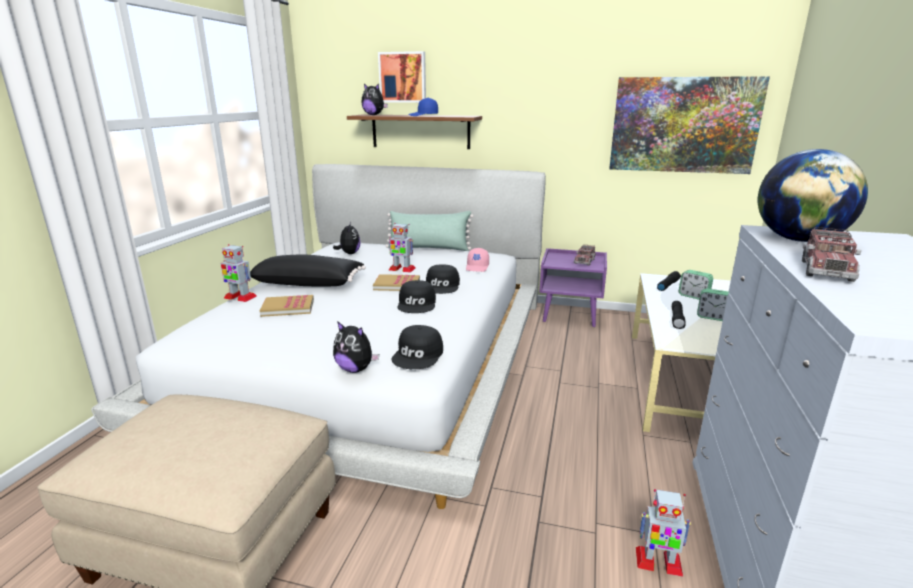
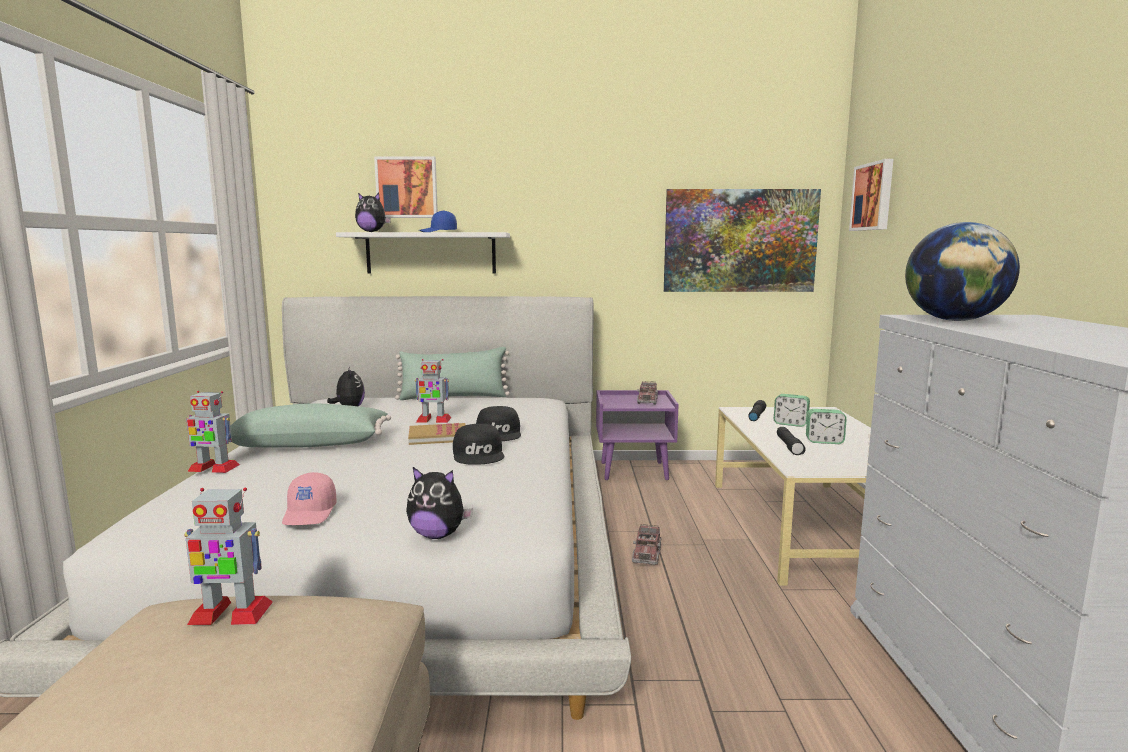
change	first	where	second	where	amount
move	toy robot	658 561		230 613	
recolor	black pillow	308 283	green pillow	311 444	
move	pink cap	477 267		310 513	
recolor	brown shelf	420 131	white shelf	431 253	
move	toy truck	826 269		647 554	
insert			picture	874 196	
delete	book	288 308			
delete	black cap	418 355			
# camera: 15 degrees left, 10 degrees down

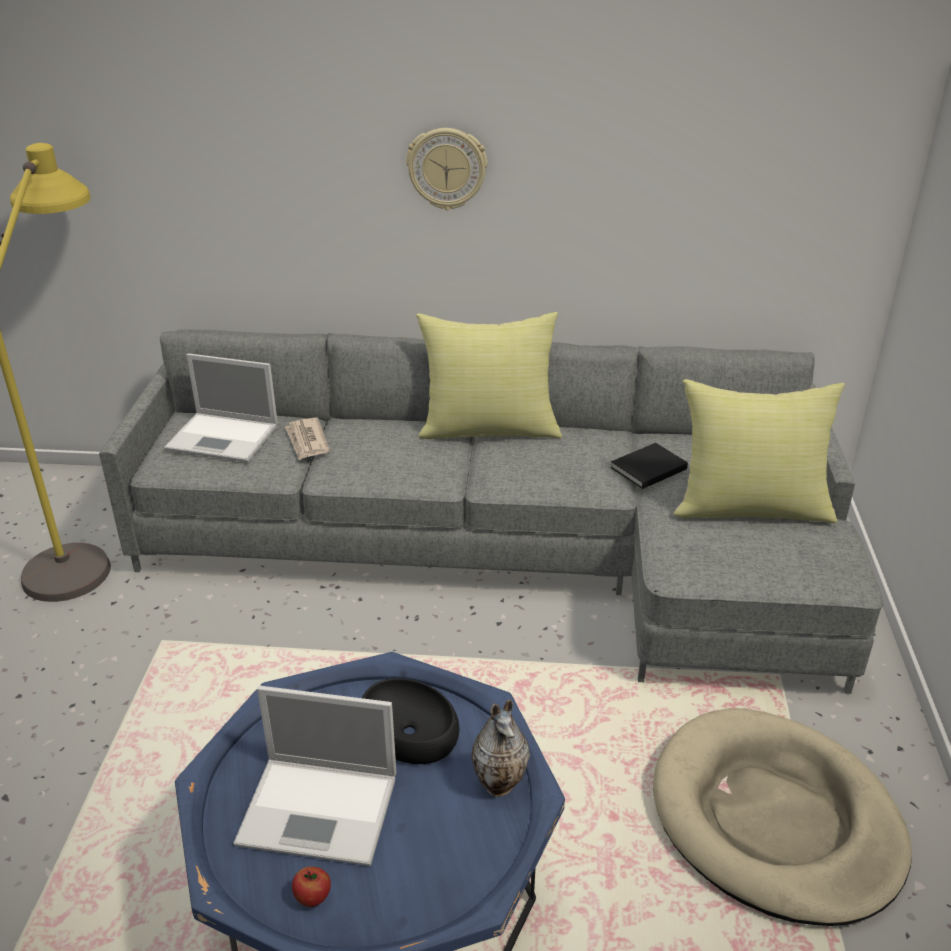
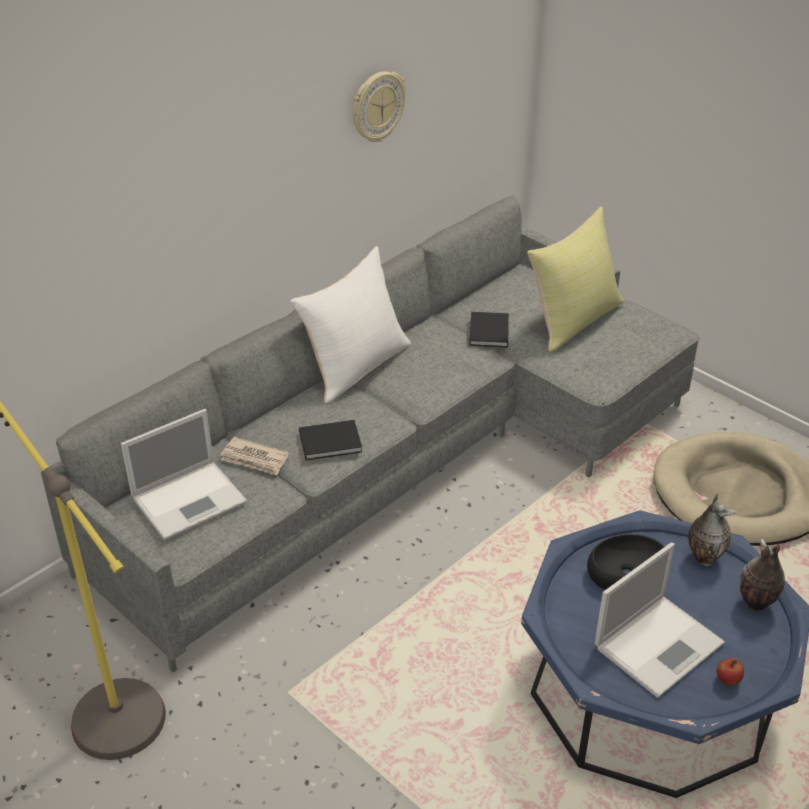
change	first	where	second	where	amount
recolor	yellow pillow	489 428	white pillow	356 367	
insert			black book	332 442	
move	wall clock	447 168		377 106	
insert			vase	754 604	
# camera: 50 degrees left, 5 degrees up

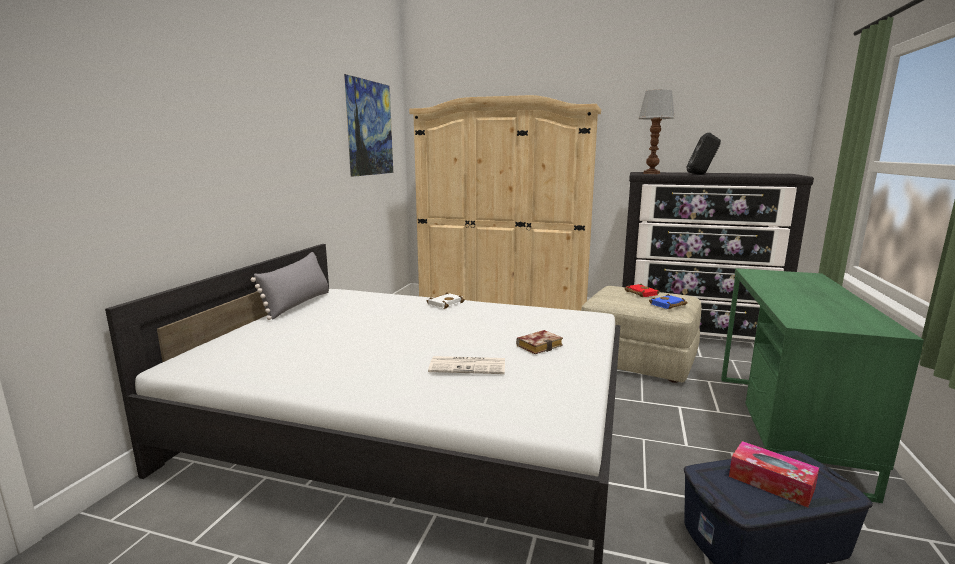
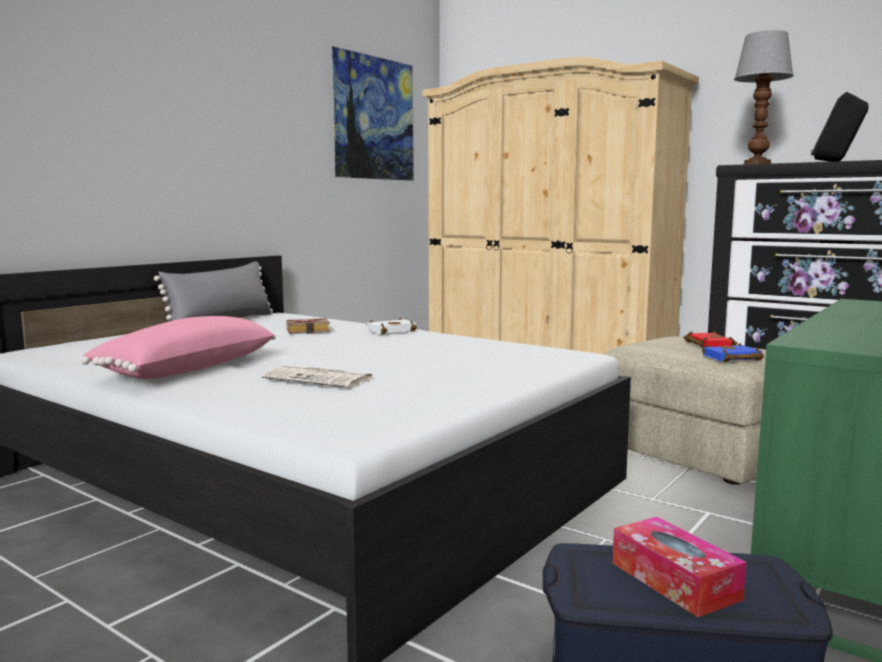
change	first	where	second	where	amount
insert			pink pillow	185 369	
move	book	539 345		309 330	
# camera: 20 degrees right, 5 degrees down

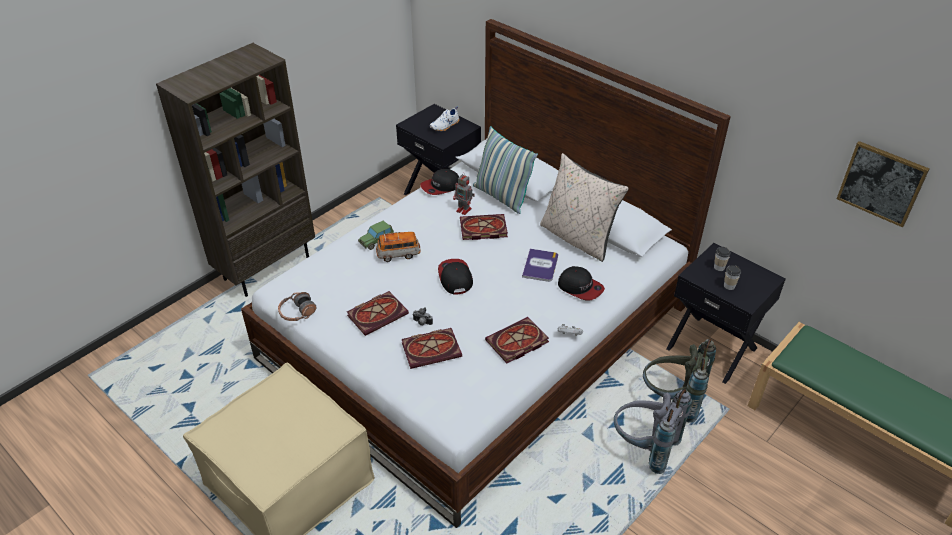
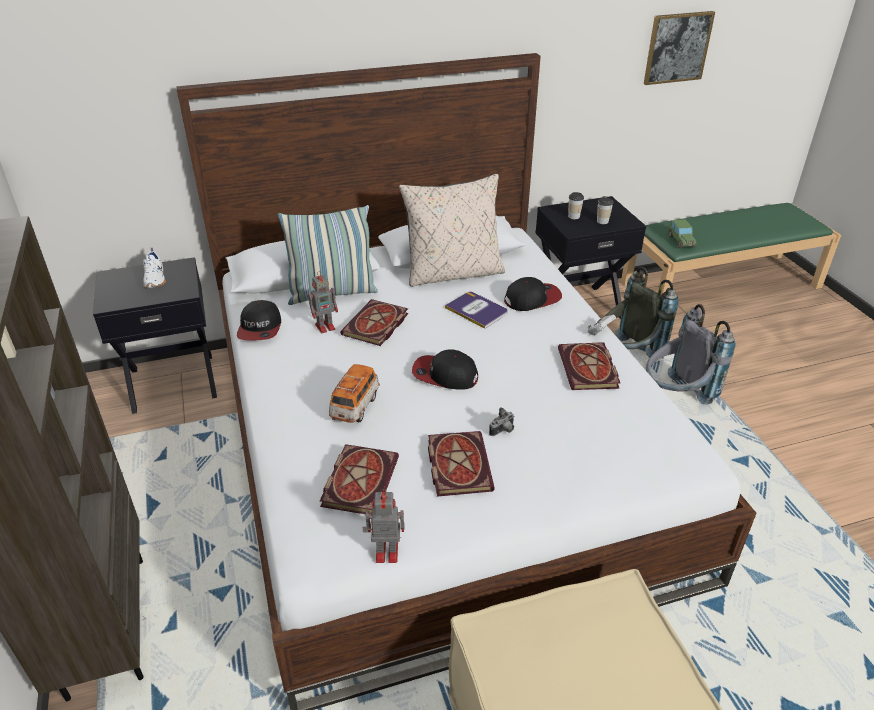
change	first	where	second	where	amount
move	book	432 349		359 480	
replace	headphones	297 312	toy robot	385 552	
move	toy car	377 241		680 241	
# camera: 60 degrees left, 5 degrees down

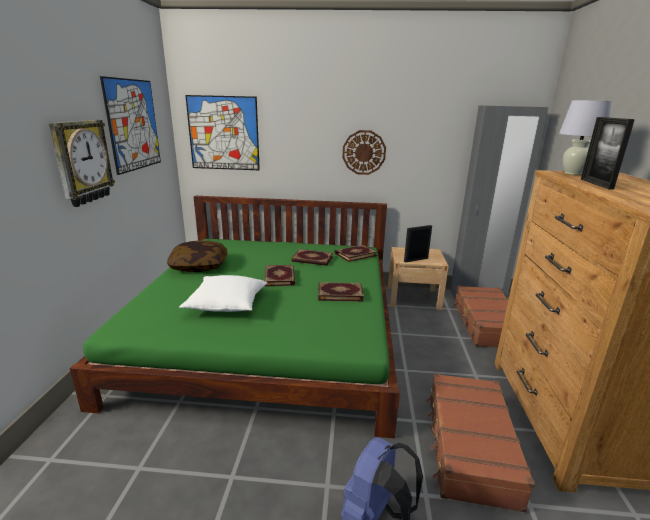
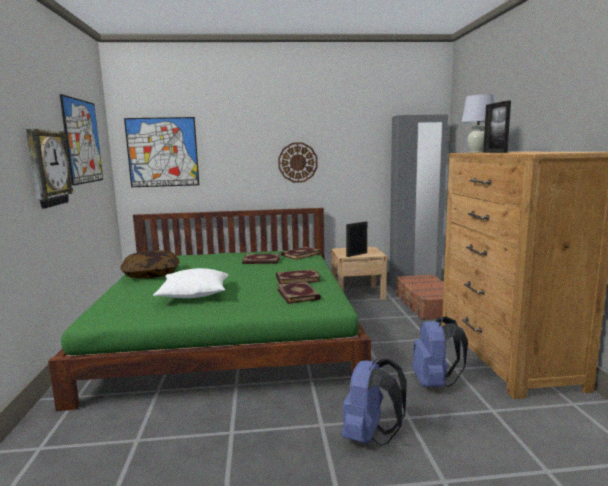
change	first	where	second	where	amount
move	book	280 277		298 294	
replace	brown suitcase	469 446	blue backpack	435 383	
# camera: 10 degrees left, 10 degrees down

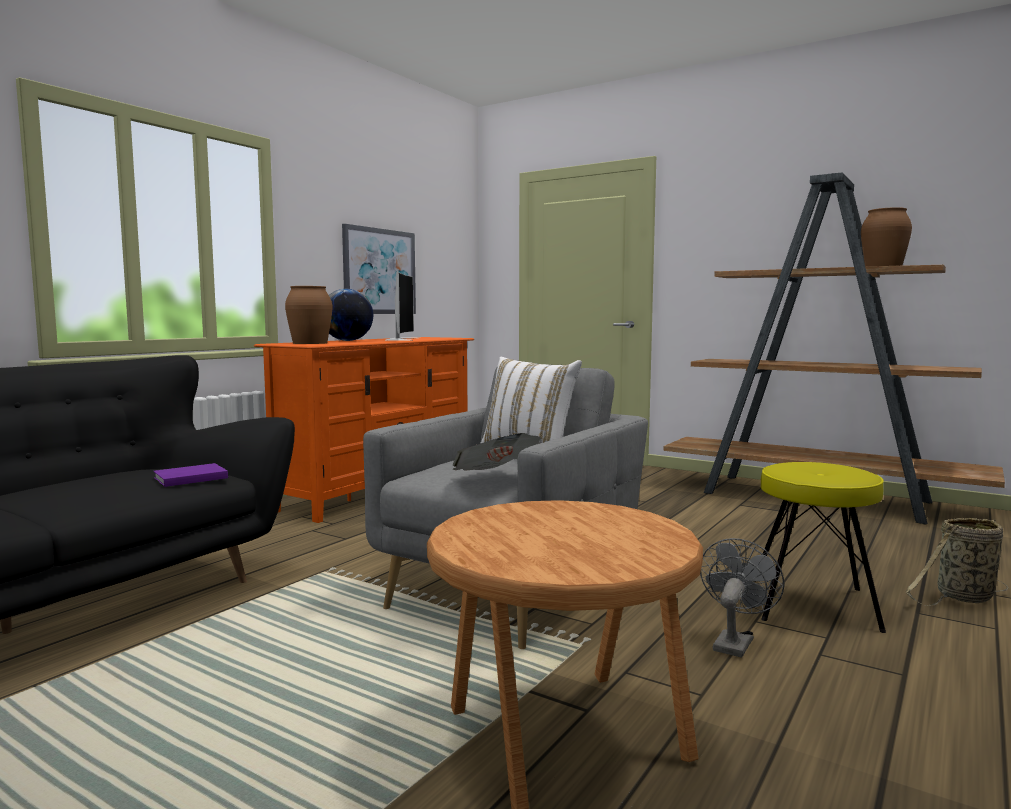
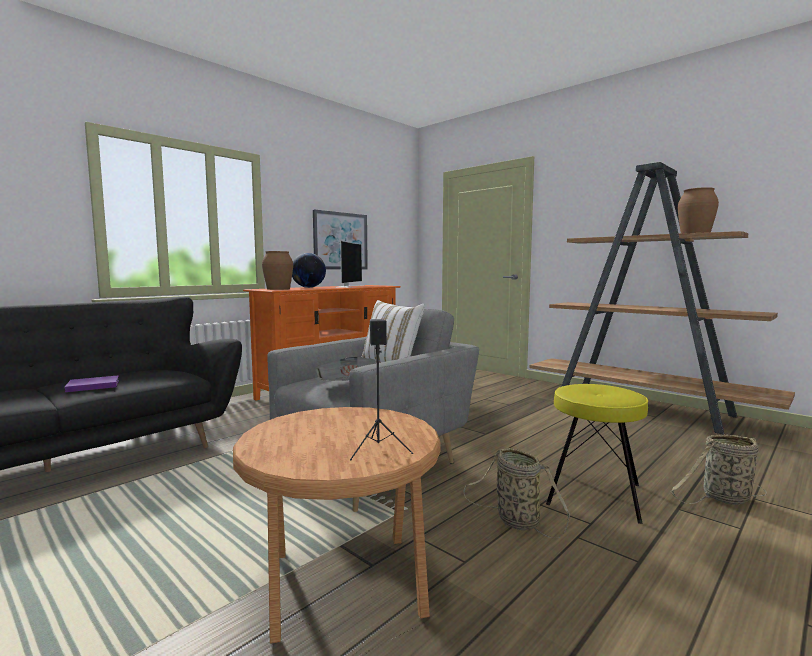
change	first	where	second	where	amount
move	purple book	188 478		92 386	
insert			black speaker	379 449	
replace	grey fan	734 642	basket	514 520	
# camera: 10 degrees right, 0 degrees up

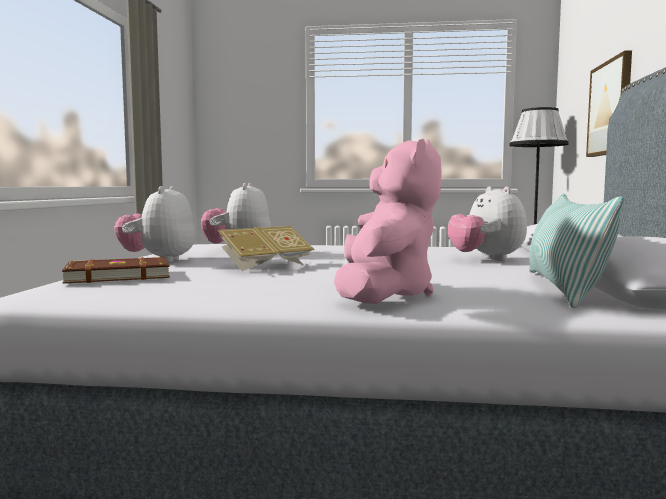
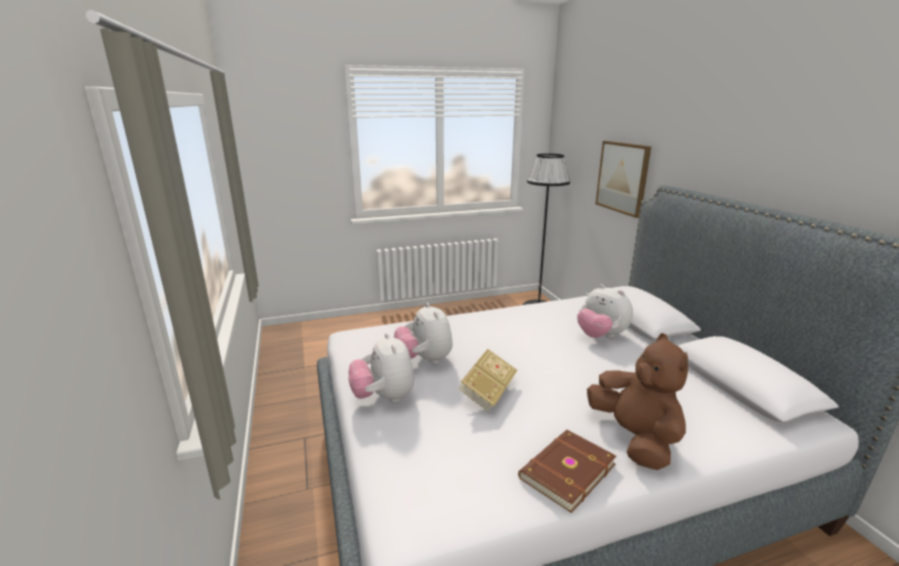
change	first	where	second	where	amount
move	brown book	117 275		565 470	
recolor	pink plush toy	383 295	brown plush toy	634 438	
delete	pillow	564 287			
# camera: 25 degrees left, 15 degrees up

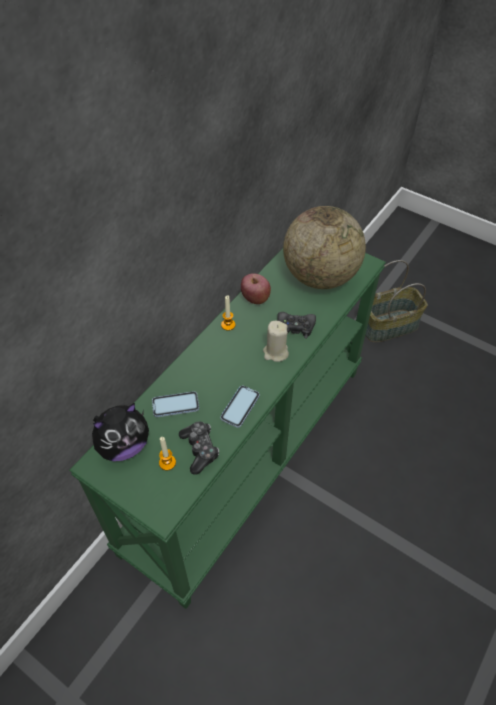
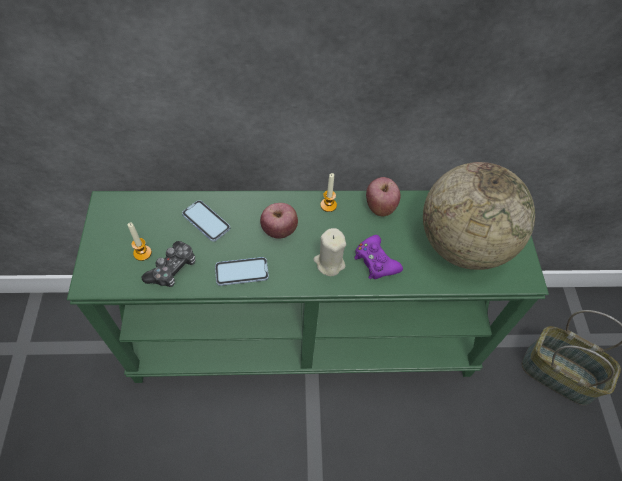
change	first	where	second	where	amount
insert			apple	279 230	
recolor	black game controller	295 327	purple game controller	375 261	
delete	plush toy	124 446			
# camera: 50 degrees right, 5 degrees up

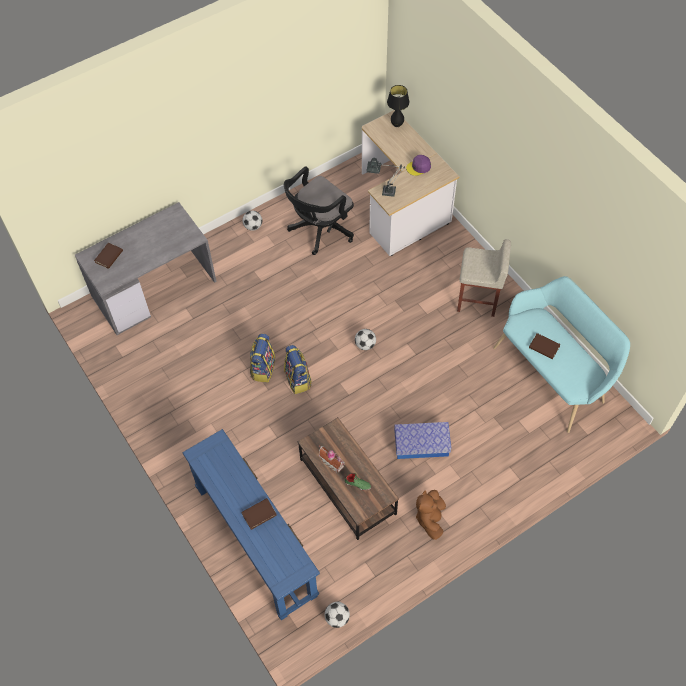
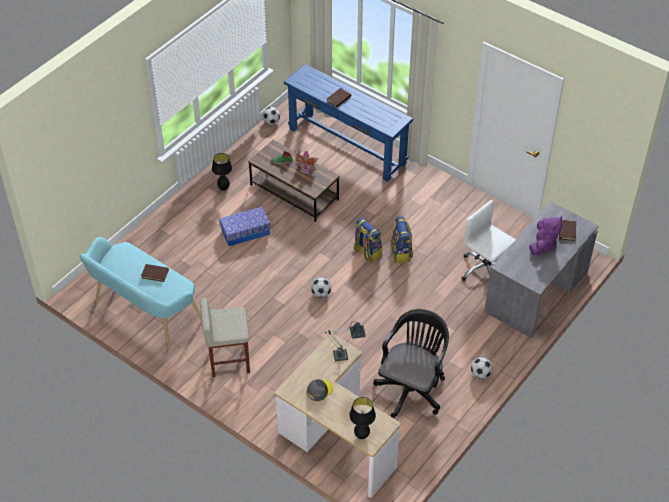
change	first	where	second	where	amount
replace	brown plush toy	430 518	black table lamp	224 188	
recolor	purple cap	418 167	grey cap	319 390	
insert			white office chair	485 270	
insert			purple plush toy	543 245	
# camera: 160 degrees right, 10 degrees down

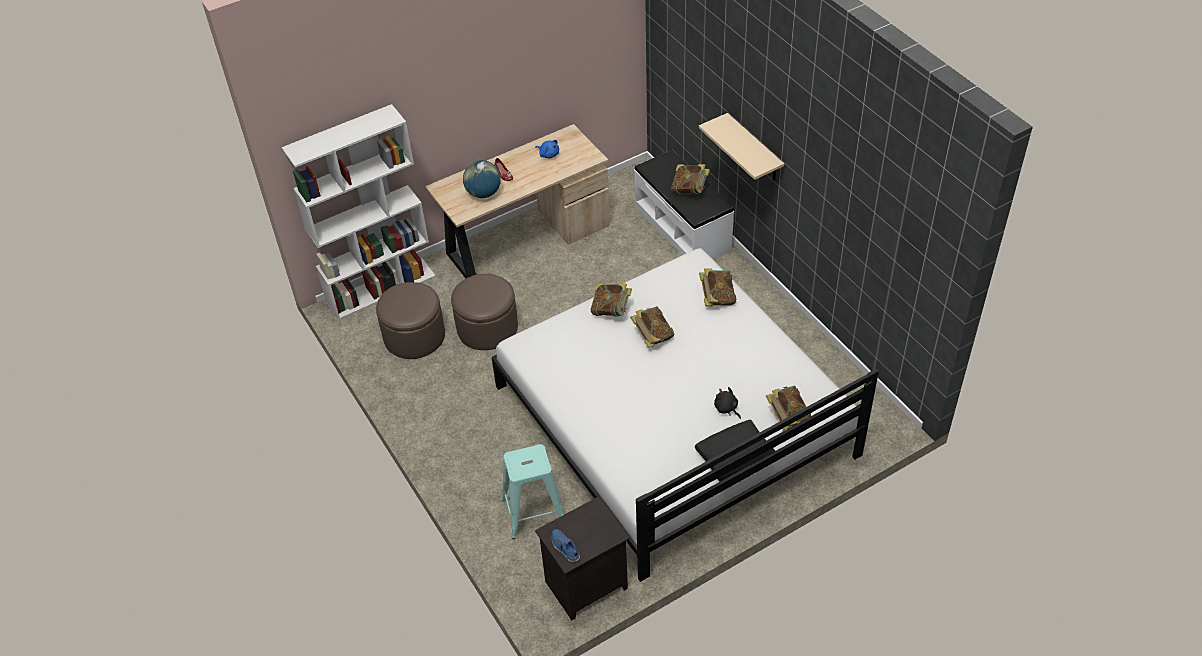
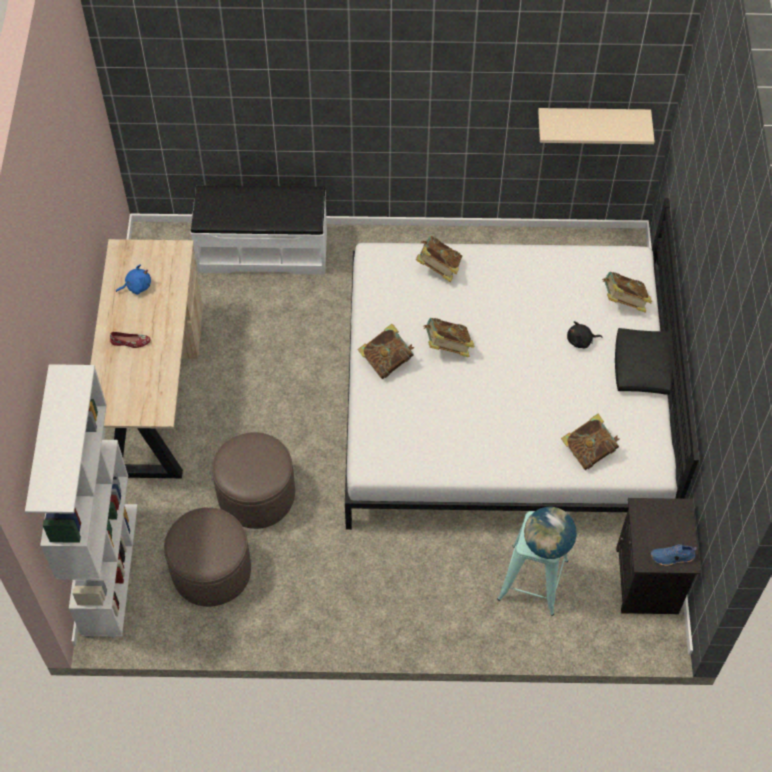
change	first	where	second	where	amount
move	globe	483 193		547 544	
move	beige shelf	754 149		592 121	
move	book	690 190		588 450	
# camera: 60 degrees left, 10 degrees up

